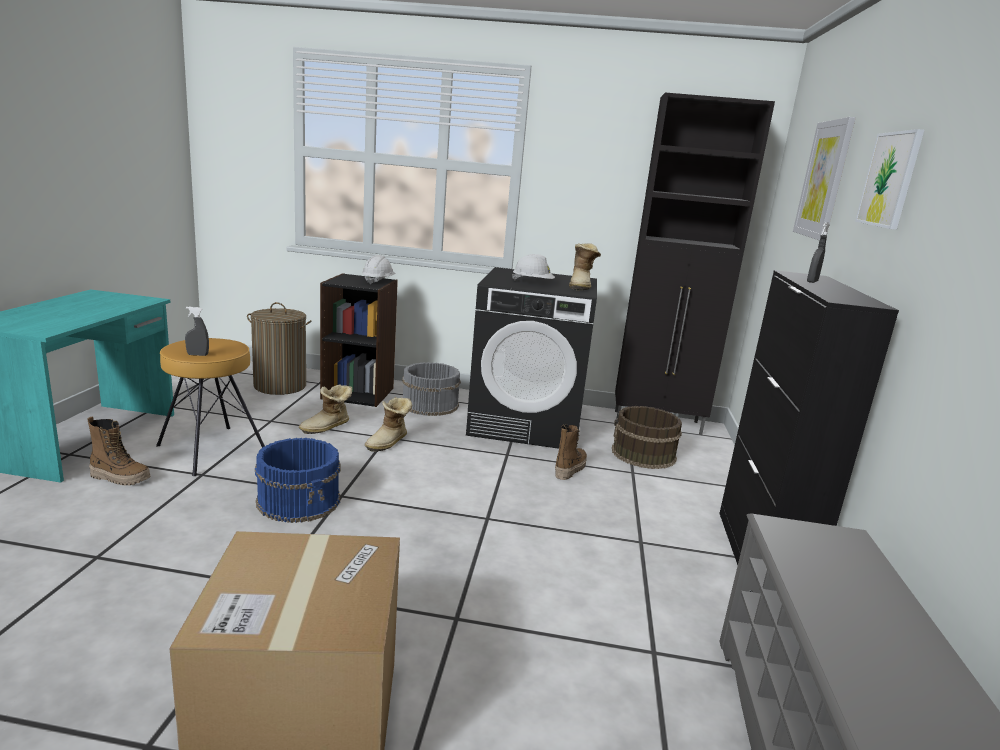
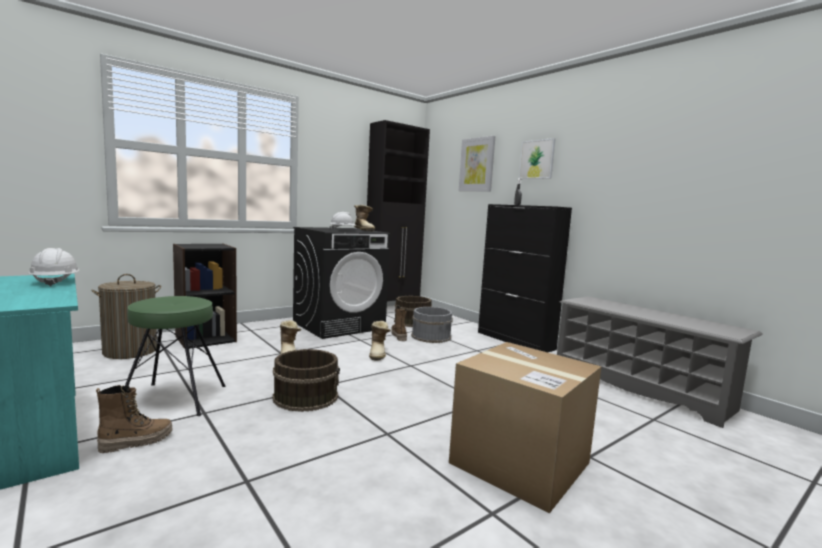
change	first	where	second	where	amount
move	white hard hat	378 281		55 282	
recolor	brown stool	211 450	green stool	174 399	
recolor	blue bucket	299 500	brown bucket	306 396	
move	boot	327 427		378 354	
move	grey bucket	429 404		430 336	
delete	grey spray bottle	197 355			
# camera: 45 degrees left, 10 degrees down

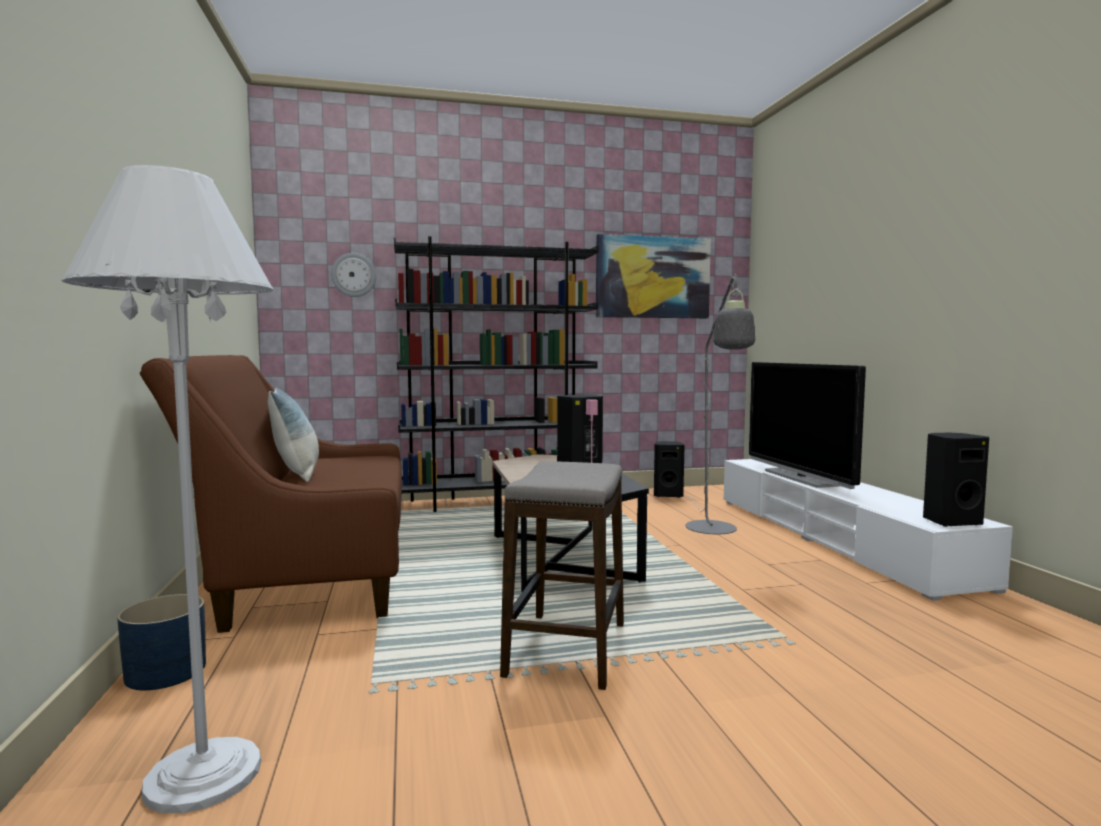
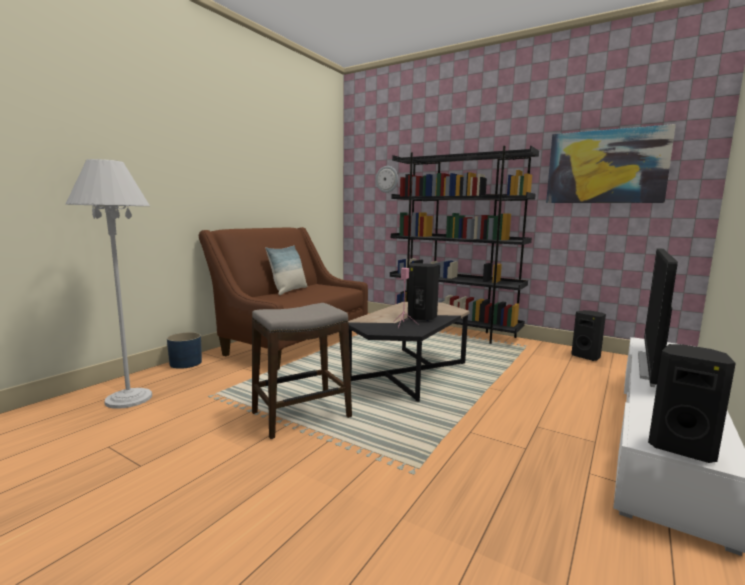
change	first	where	second	where	amount
delete	grey floor lamp	714 531			
# camera: 45 degrees right, 5 degrees up

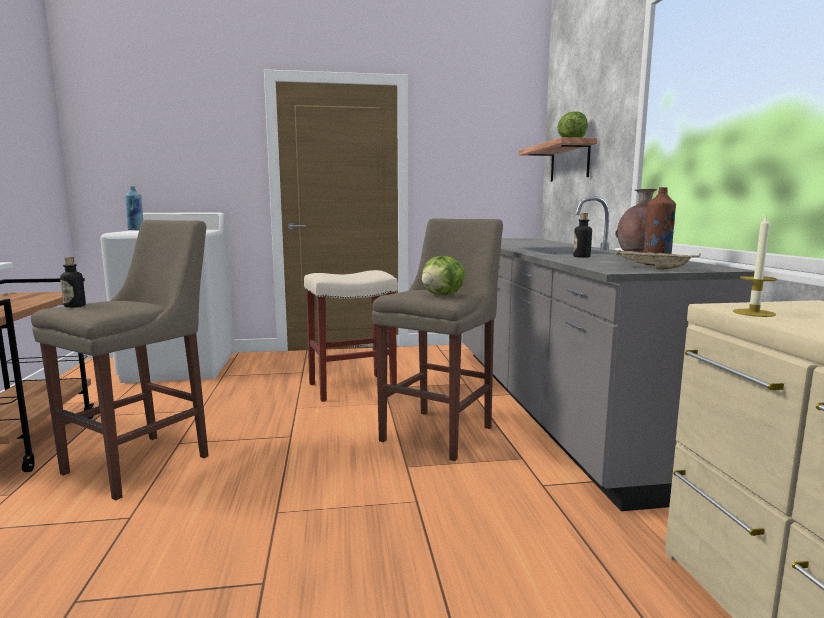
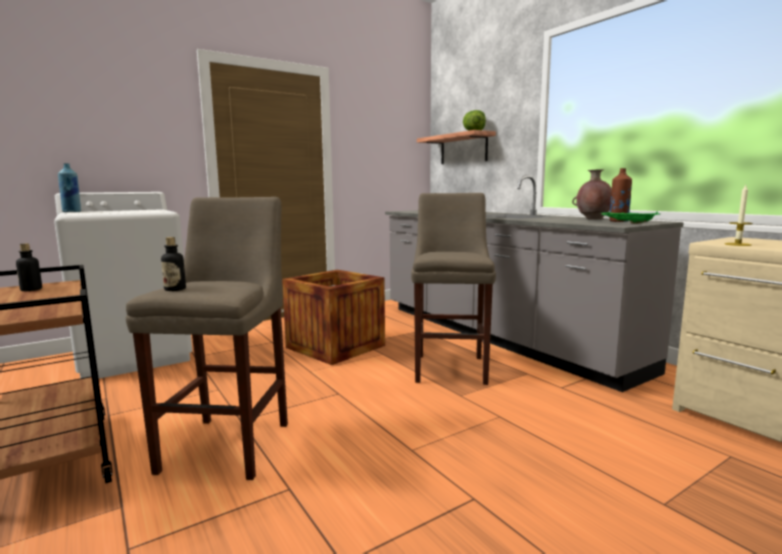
change	first	where	second	where	amount
move	bottle	581 257		31 289	
replace	beige stool	353 387	crate	335 346	
recolor	beige tray	652 268	green tray	628 223	
delete	lettuce	443 295			
# camera: 25 degrees left, 0 degrees up

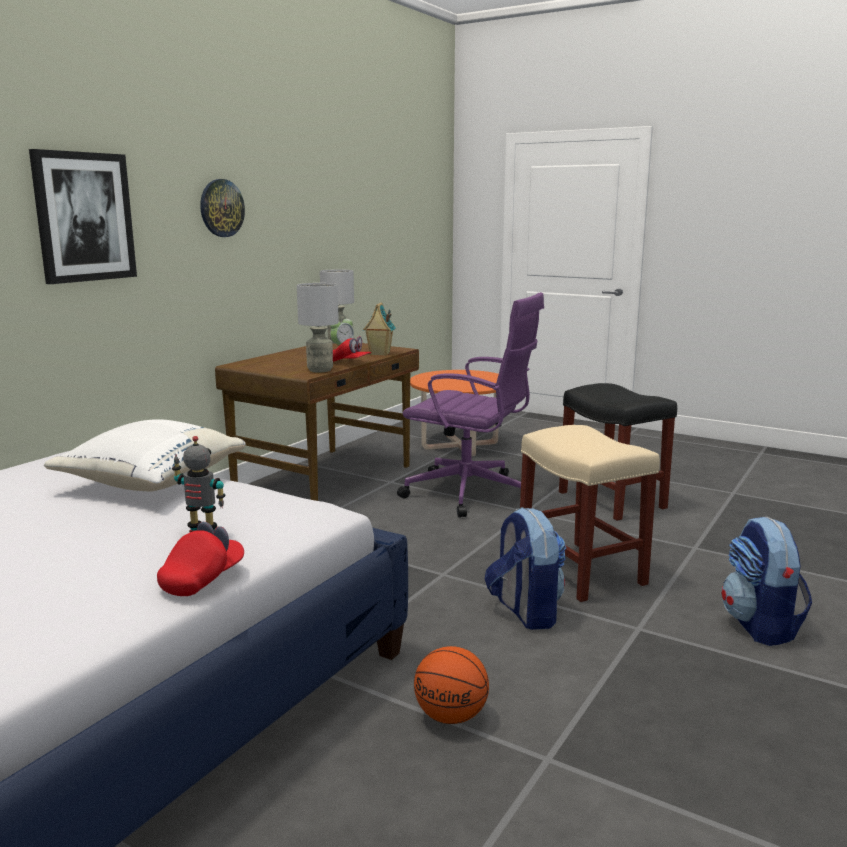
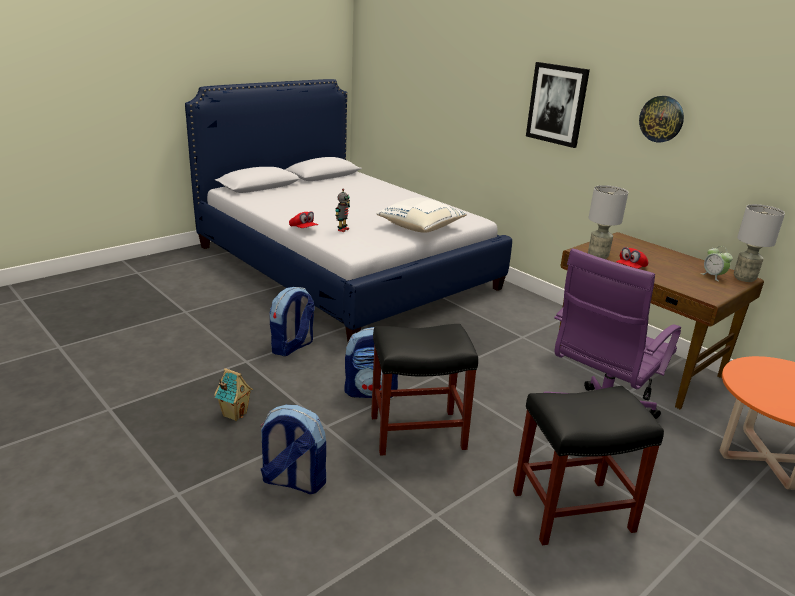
change	first	where	second	where	amount
move	toy house	379 354		234 414	
replace	basketball	451 716	backpack	292 347	
recolor	beige stool	582 571	black stool	416 432	
# camera: 105 degrees right, 10 degrees up

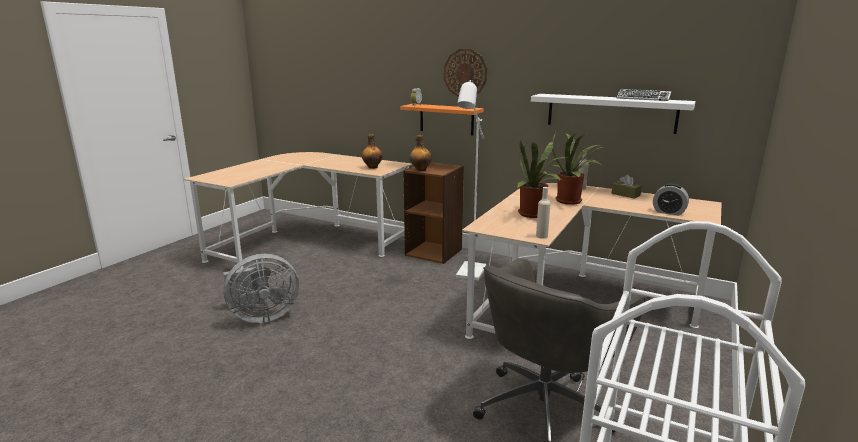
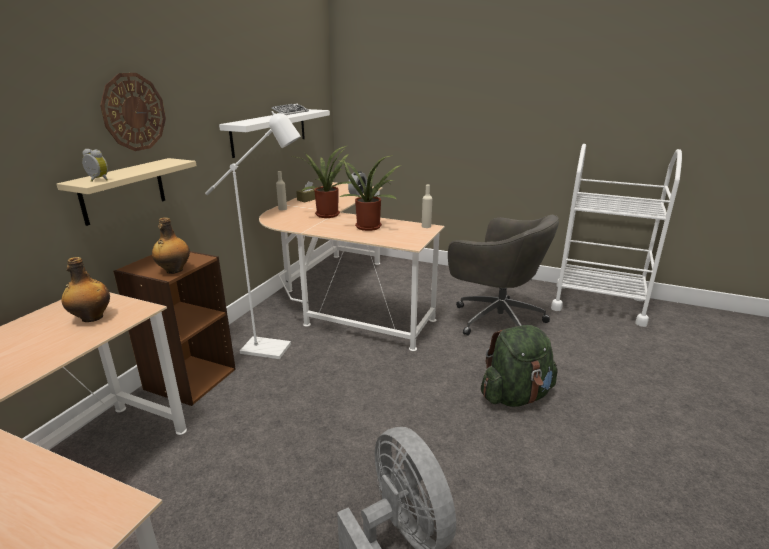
change	first	where	second	where	amount
recolor	orange shelf	446 119	beige shelf	123 191	
insert			green backpack	516 396	
# camera: 95 degrees left, 5 degrees up

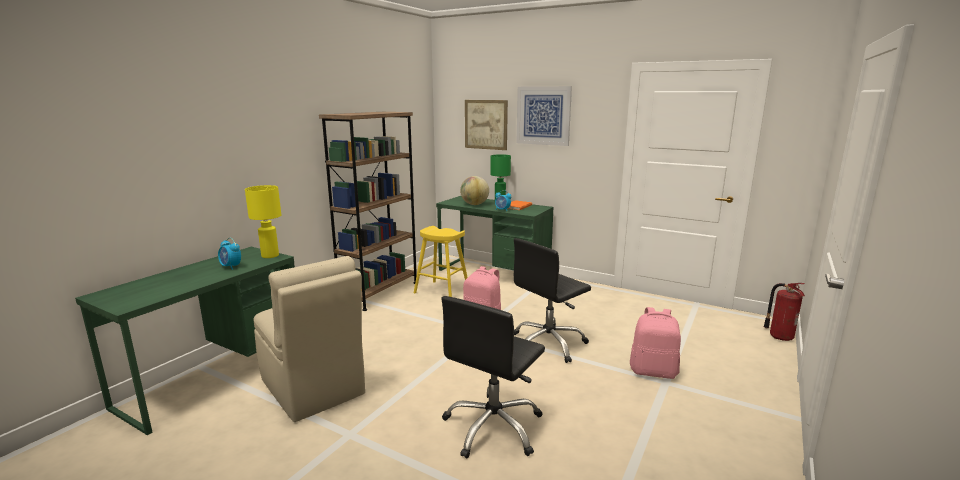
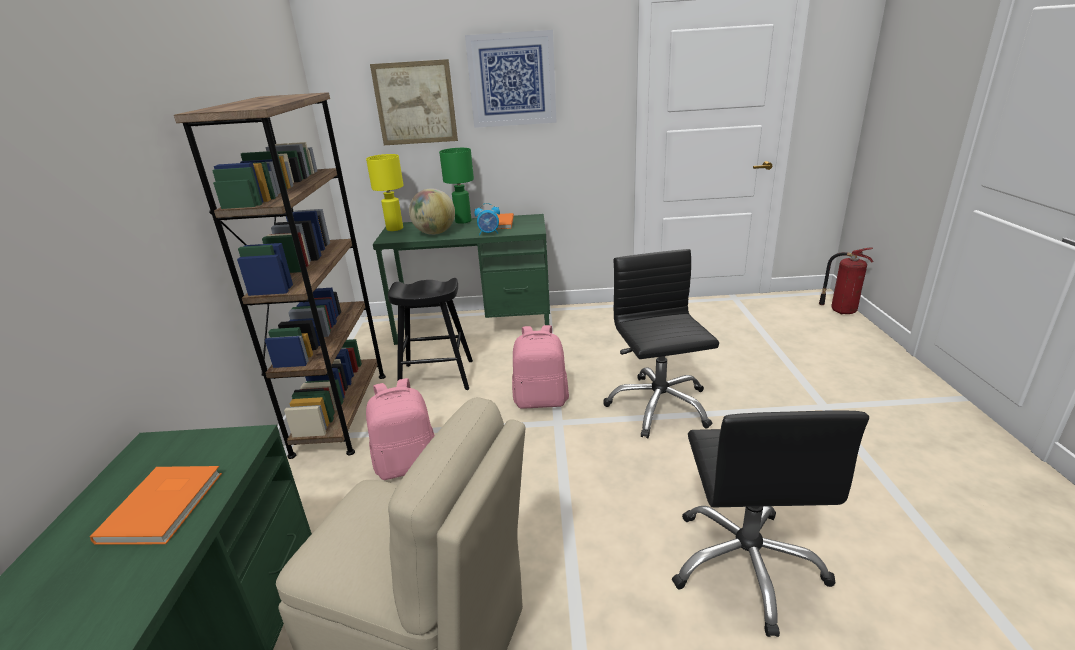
change	first	where	second	where	amount
replace	alarm clock	231 267	orange book	166 505	
move	yellow table lamp	270 256		395 229	
move	pink backpack	653 371		407 464	
recolor	yellow stool	442 291	black stool	437 377	
rotate	black office chair	548 344		658 406	150 degrees clockwise
# camera: 30 degrees left, 10 degrees up

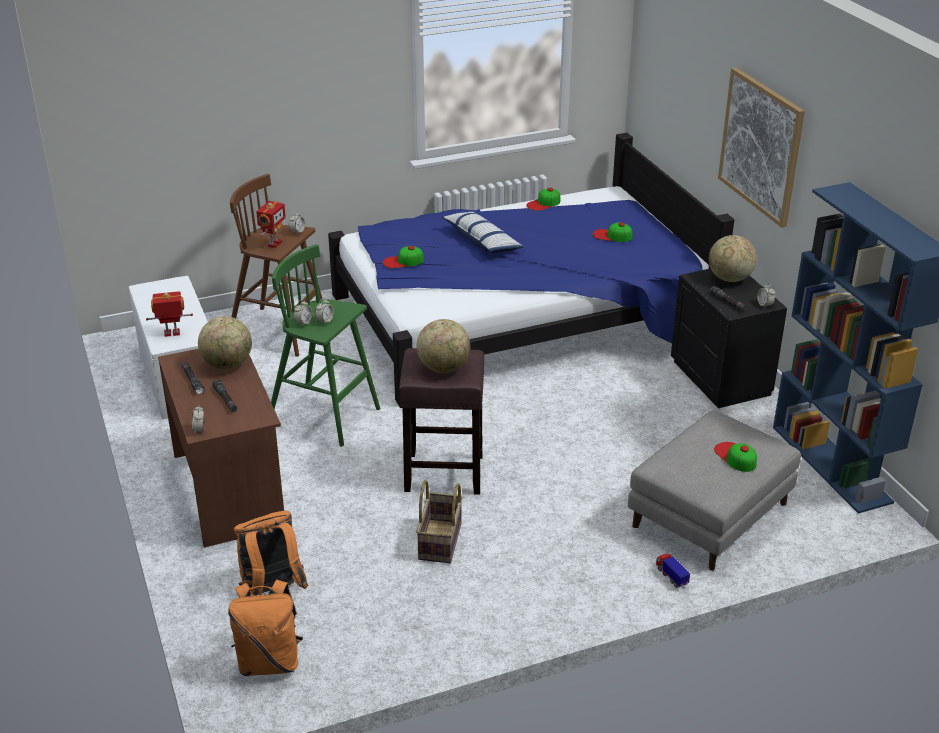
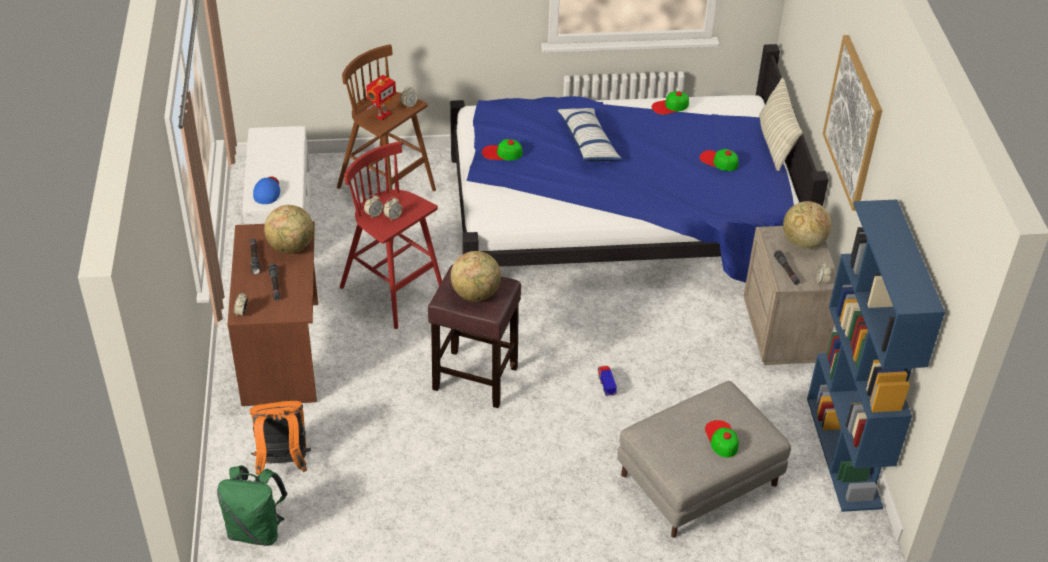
change	first	where	second	where	amount
recolor	orange backpack	269 662	green backpack	256 530	
replace	toy robot	172 334	blue cap	267 191	
recolor	green stool	326 416	red stool	394 292	
move	toy truck	671 576		606 385	
recolor	black nightstand	722 378	beige nightstand	784 331	
insert			pillow	775 142	
delete	basket	441 541			
# camera: 15 degrees right, 10 degrees up

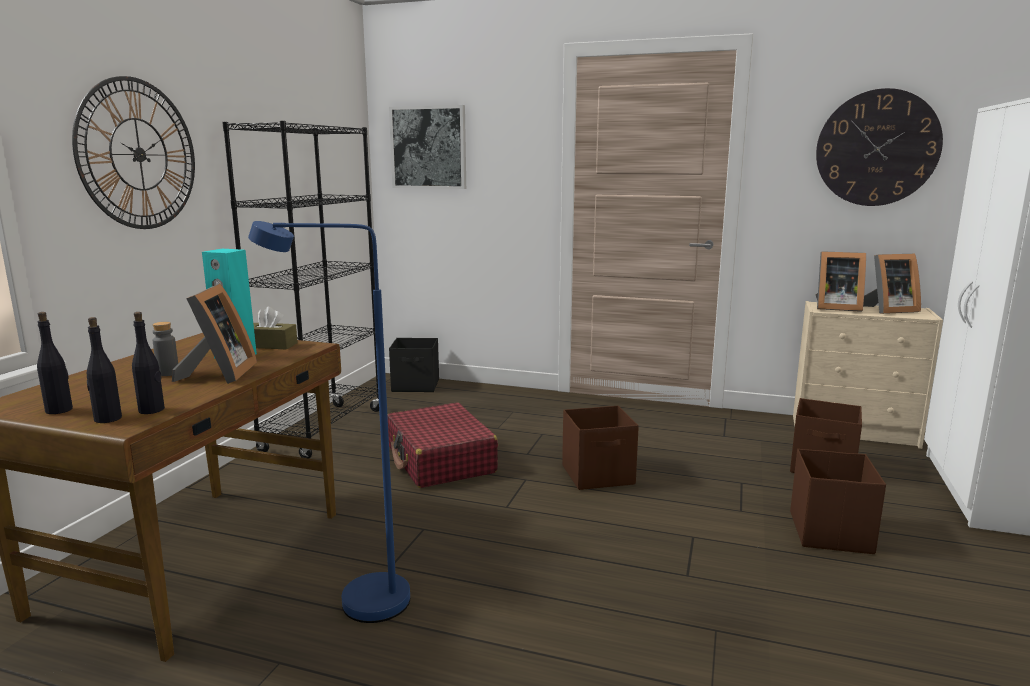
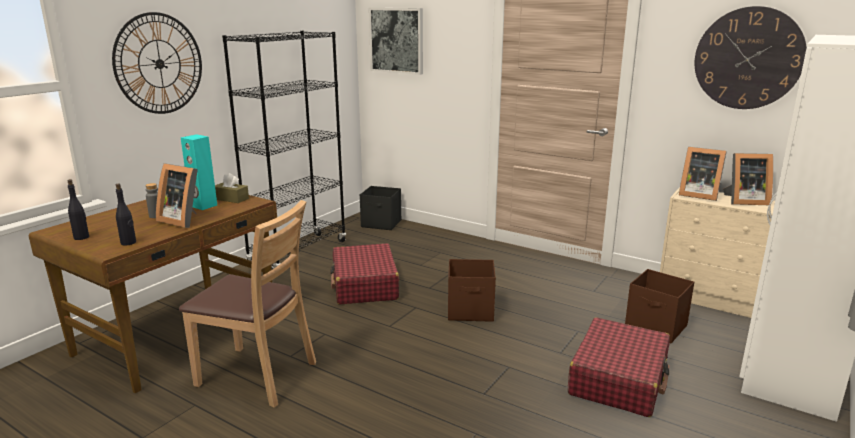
change	first	where	second	where	amount
rotate	picture frame	219 375		183 220	105 degrees clockwise
replace	blue floor lamp	357 601	brown chair	257 375	
replace	brown storage box	830 532	red suitcase	618 379	
delete	black bottle	107 419			
# camera: 15 degrees right, 5 degrees up

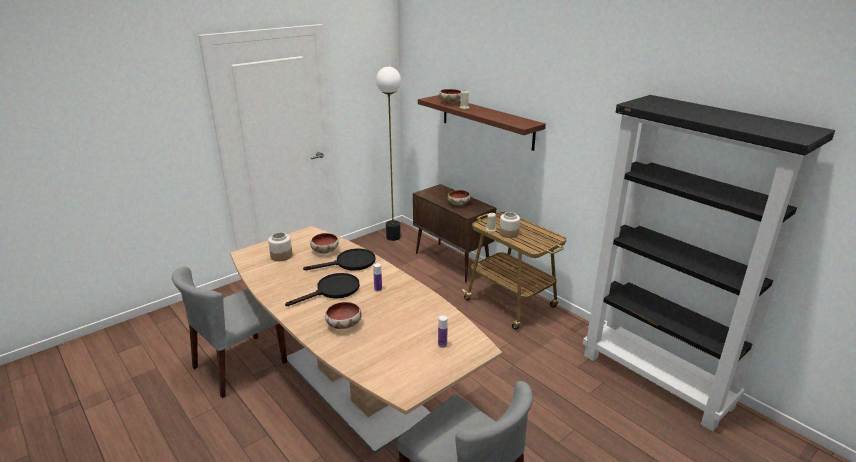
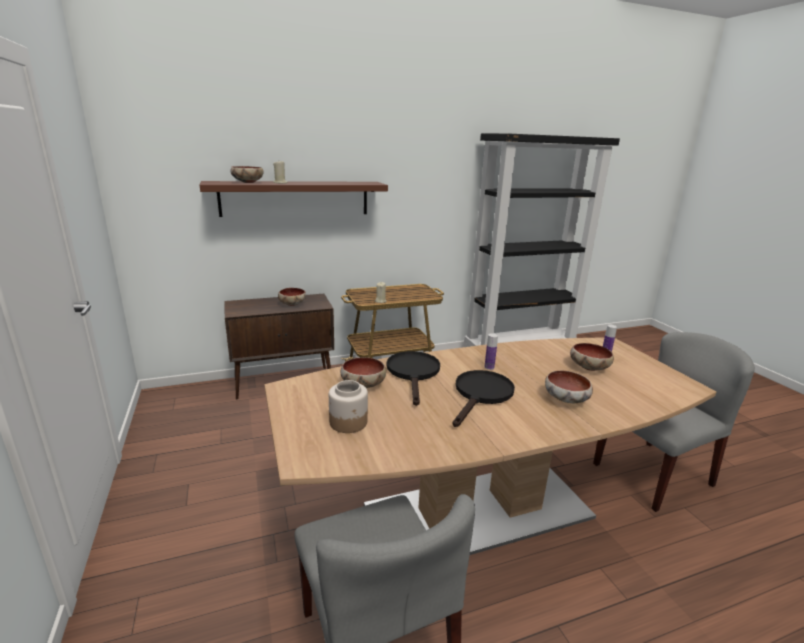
change	first	where	second	where	amount
rotate	black frying pan	333 291		481 395	45 degrees clockwise
insert			bowl	588 367	
delete	floor lamp	393 237			
delete	jar	509 233			
# camera: 70 degrees left, 5 degrees down

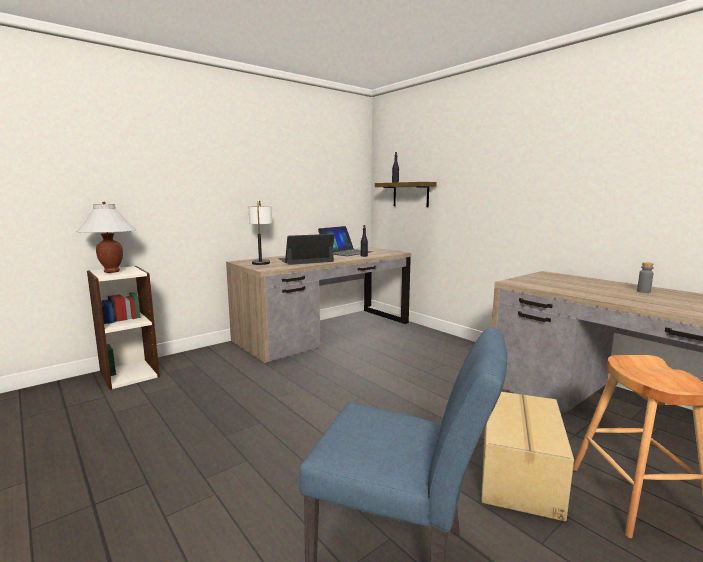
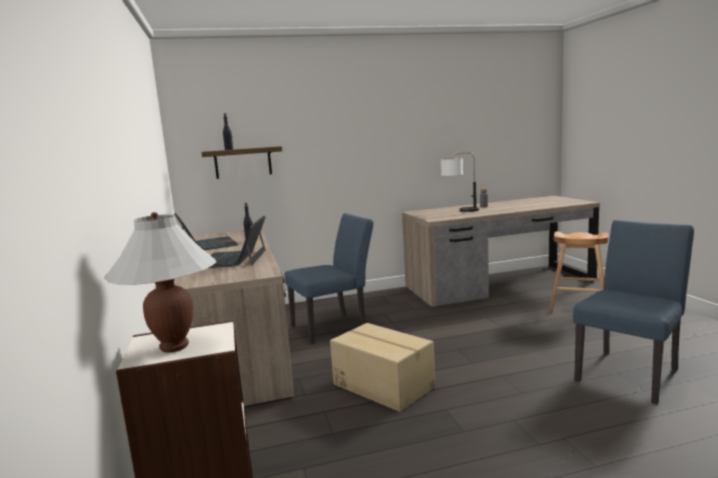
change	first	where	second	where	amount
insert			blue chair	335 326	
move	cardboard box	521 474		384 385	
move	table lamp	262 261		459 210	
# camera: 65 degrees left, 0 degrees up

